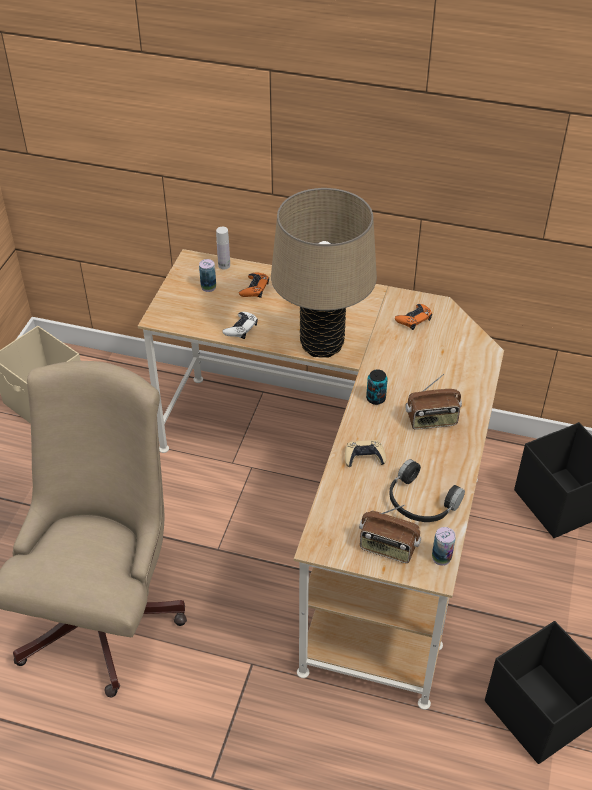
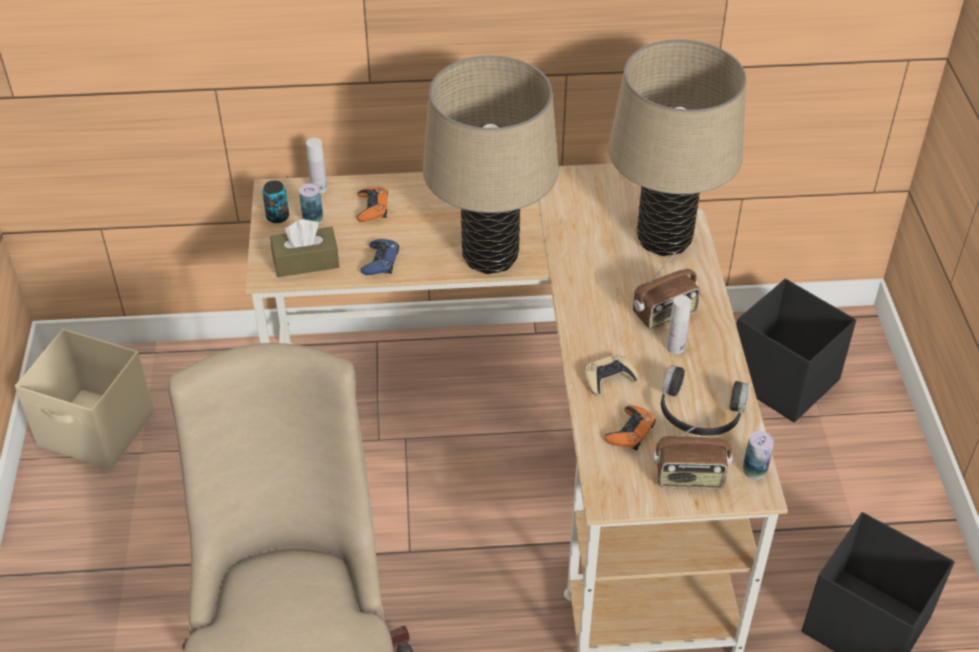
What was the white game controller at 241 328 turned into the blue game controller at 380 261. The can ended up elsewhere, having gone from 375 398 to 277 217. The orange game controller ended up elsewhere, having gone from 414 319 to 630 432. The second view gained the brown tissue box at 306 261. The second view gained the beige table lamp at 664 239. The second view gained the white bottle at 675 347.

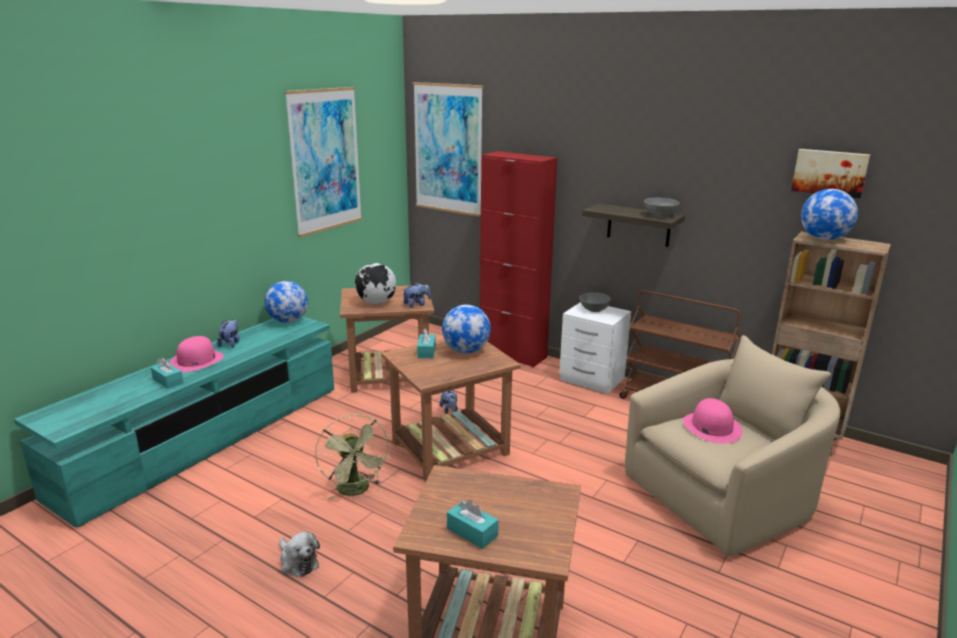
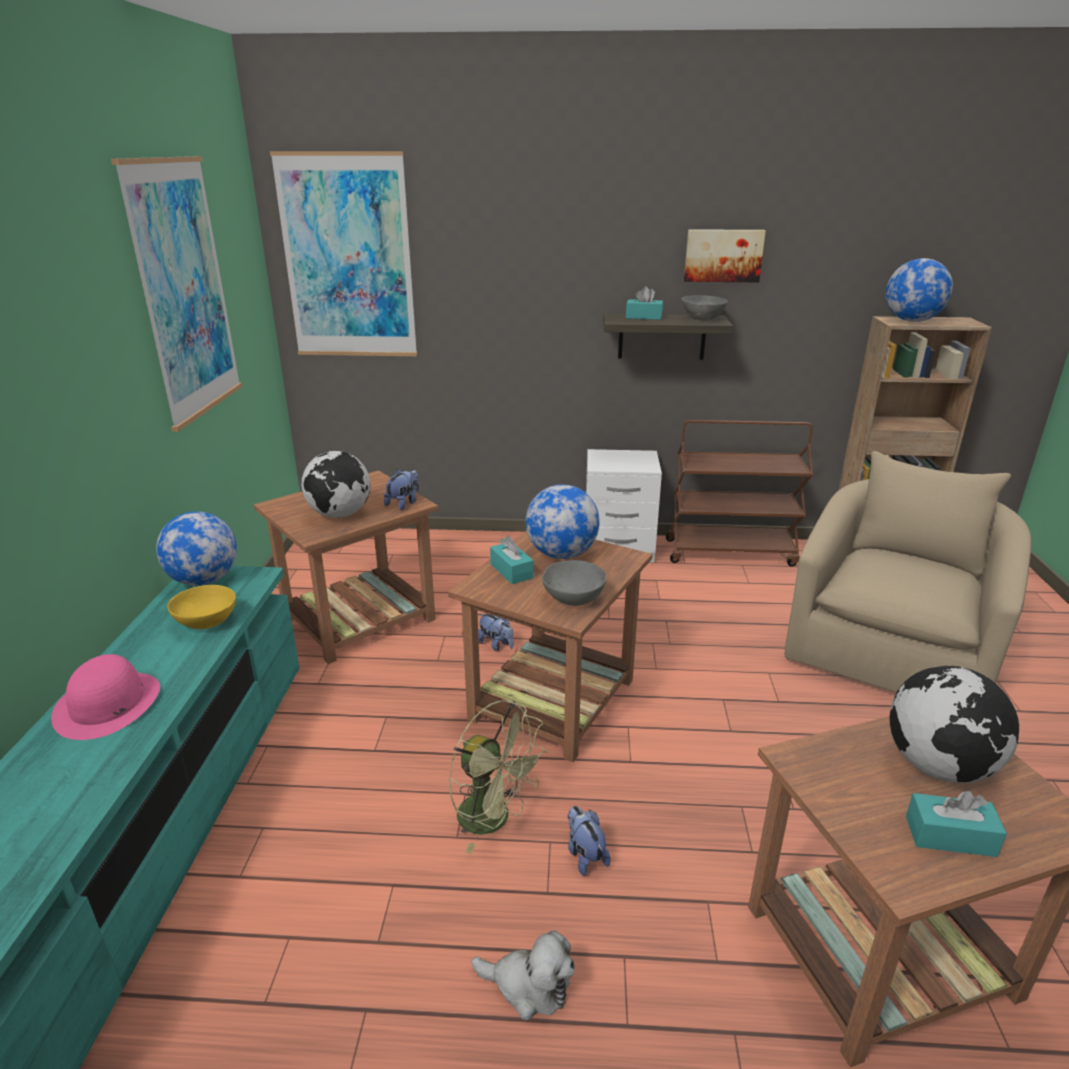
The turquoise tissue box ended up elsewhere, having gone from 168 381 to 643 317. The plush toy ended up elsewhere, having gone from 230 343 to 585 855. The second view lost the red cabinet at 512 354. The grey bowl ended up elsewhere, having gone from 594 309 to 573 598. The second view lost the pink hat at 711 427. The picture ended up elsewhere, having gone from 830 172 to 723 255. The second view gained the yellow bowl at 207 622. The second view gained the globe at 939 767.

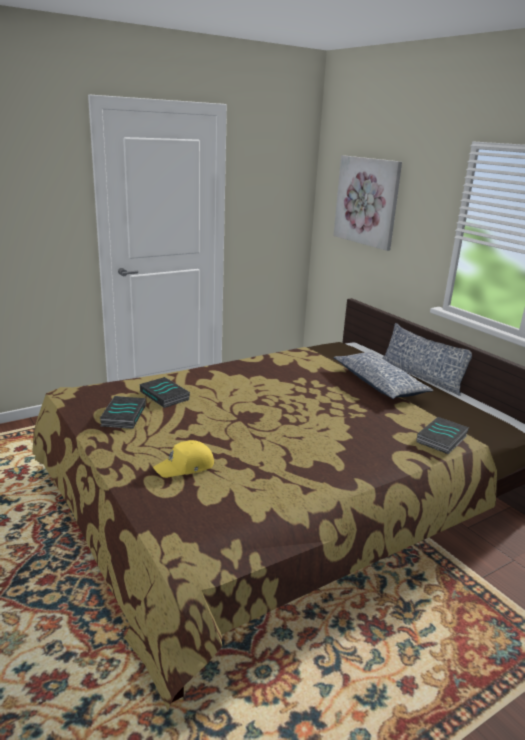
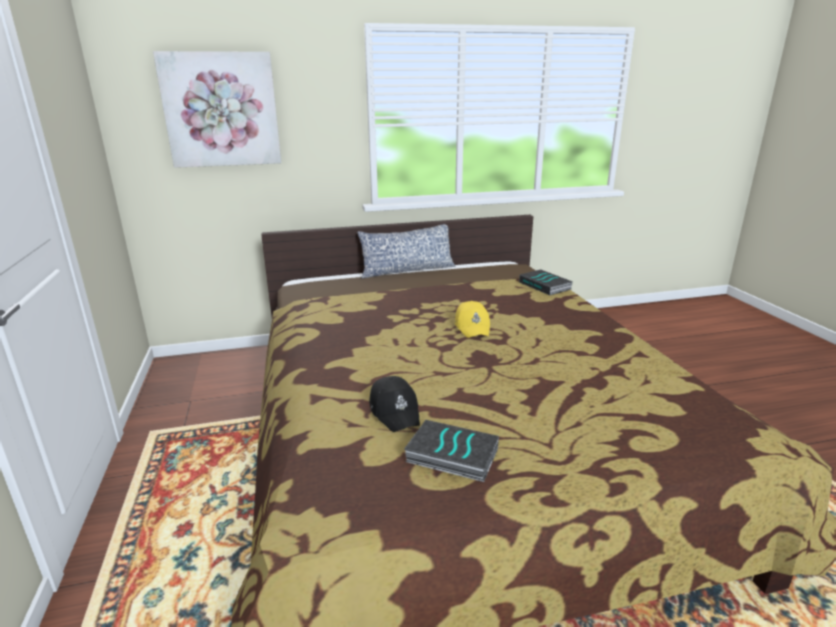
Where the book stood at 165 396, the black cap came to stand at 395 411. The yellow cap ended up elsewhere, having gone from 185 467 to 472 326. The second view lost the pillow at 379 384.

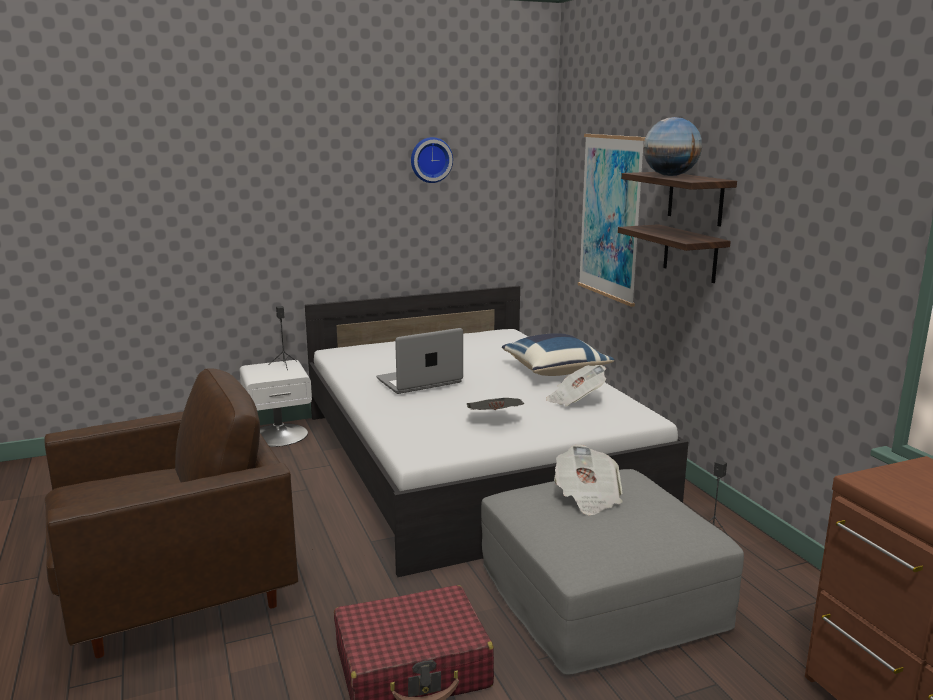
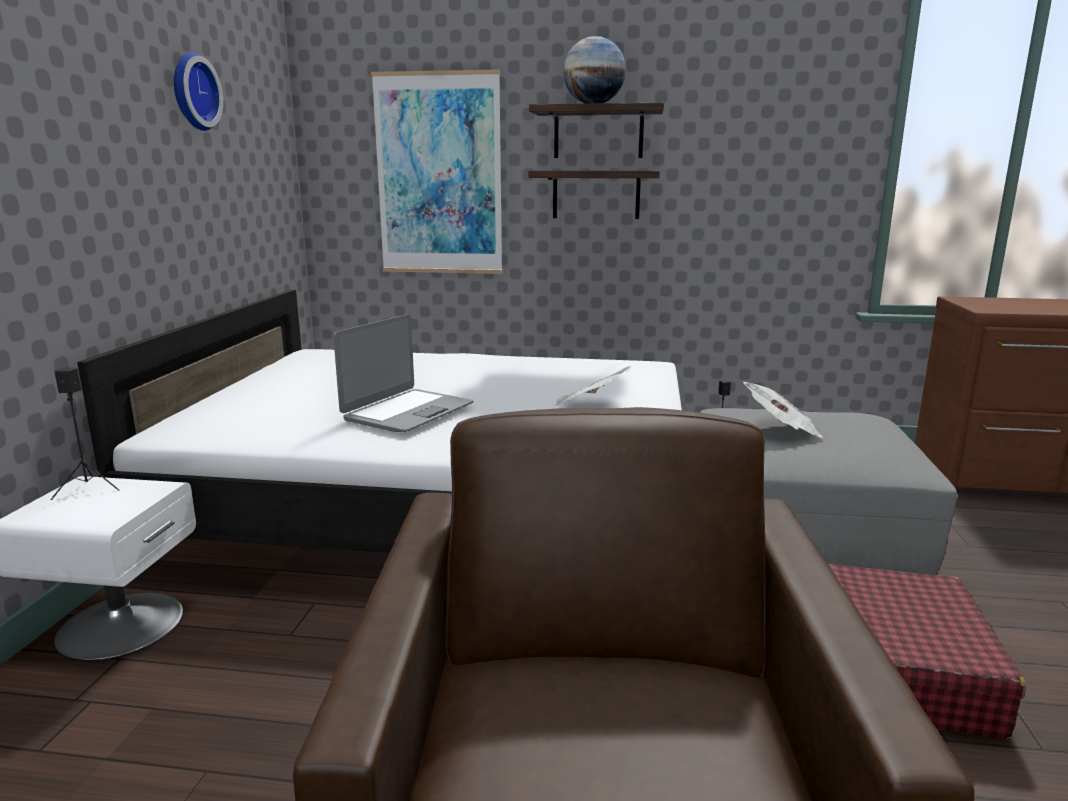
The laptop at 419 381 ended up facing another way, 150 degrees counterclockwise from before. The second view lost the blue pillow at 554 371. The second view lost the newspaper at 575 400.

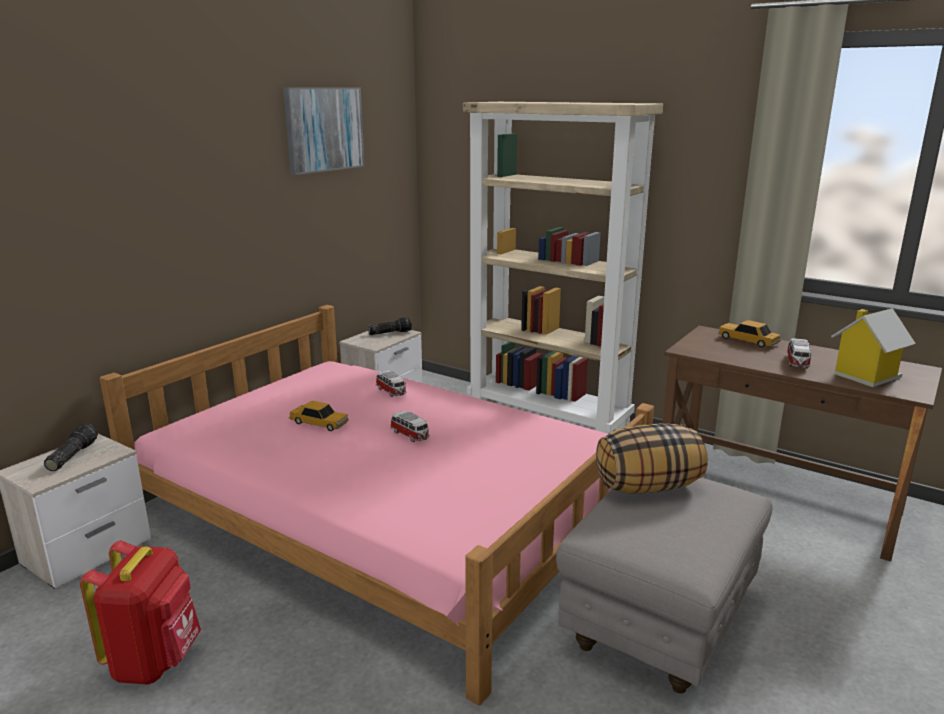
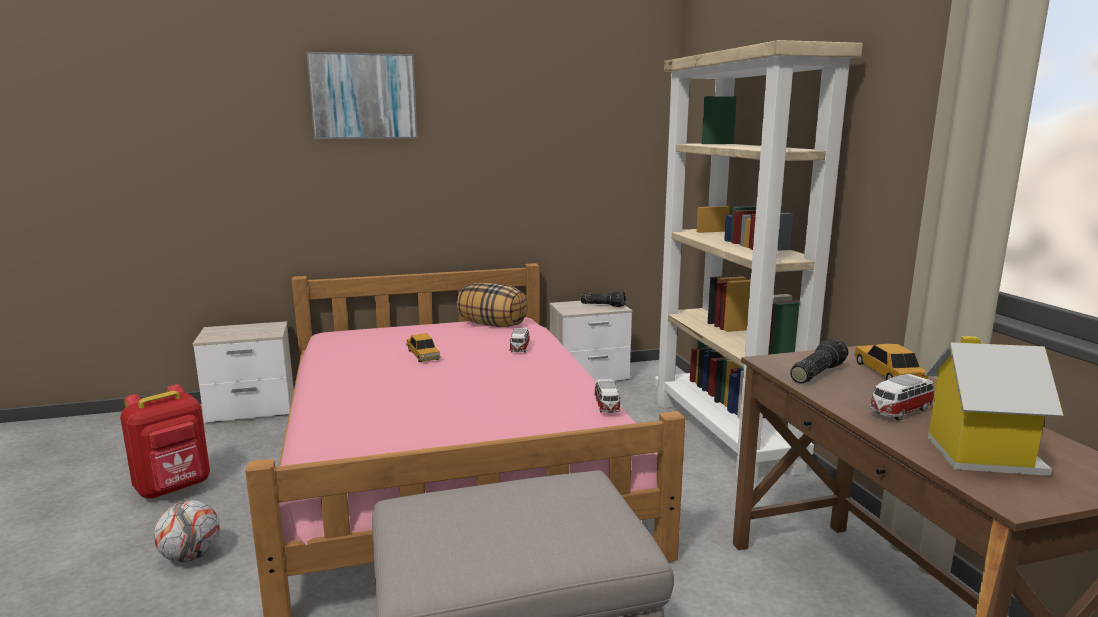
The flashlight ended up elsewhere, having gone from 71 456 to 816 373. The picture ended up elsewhere, having gone from 324 129 to 363 96. The toy car ended up elsewhere, having gone from 410 435 to 607 406. The pillow ended up elsewhere, having gone from 648 486 to 493 325. The second view gained the football at 191 556.

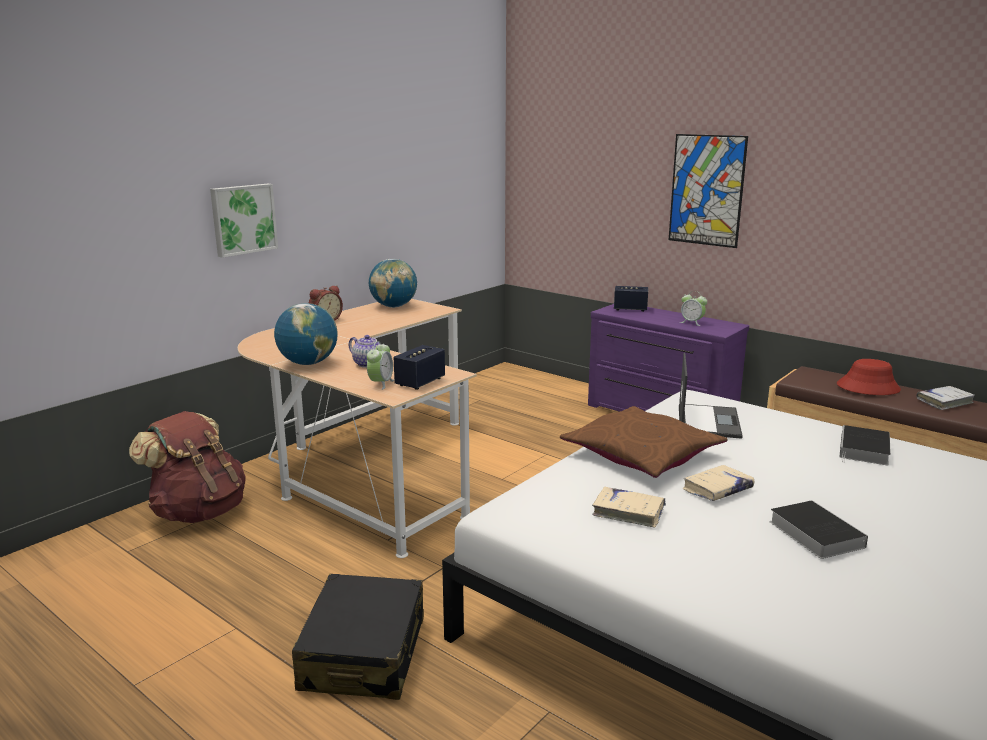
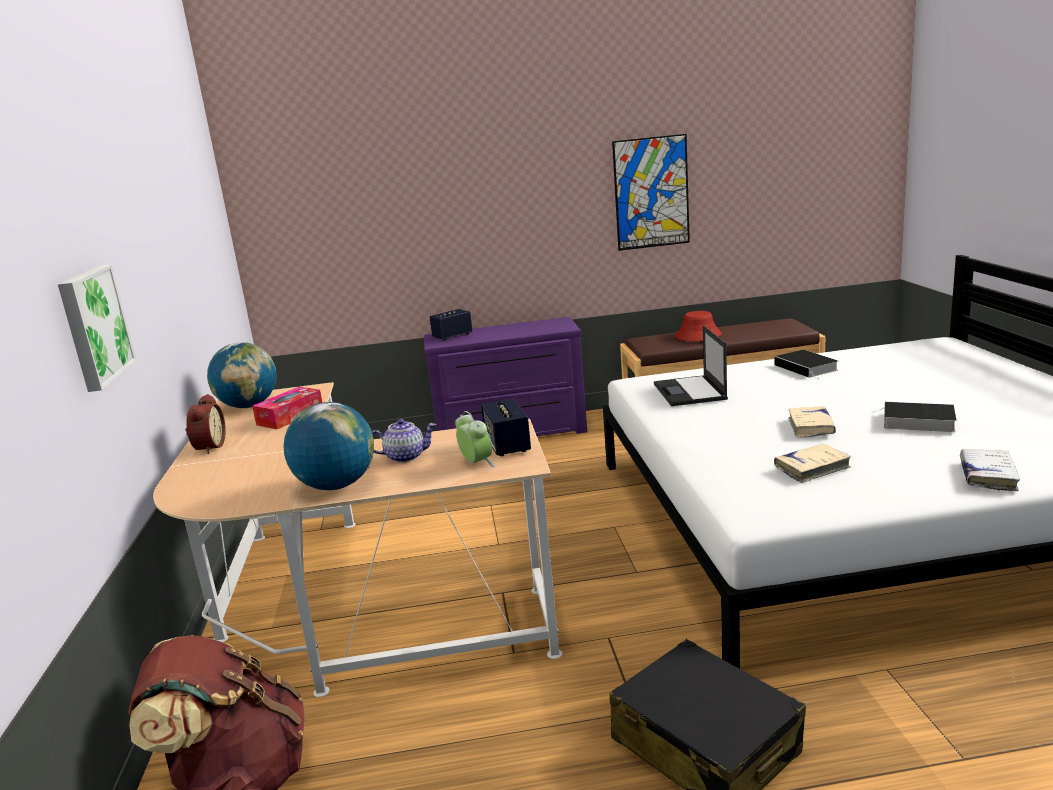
The second view lost the brown pillow at 642 455. The picture ended up elsewhere, having gone from 706 190 to 651 193. The laptop at 708 421 ended up facing another way, 150 degrees counterclockwise from before. The second view lost the alarm clock at 692 322. The white book ended up elsewhere, having gone from 944 402 to 987 476. The second view gained the tissue box at 290 416.

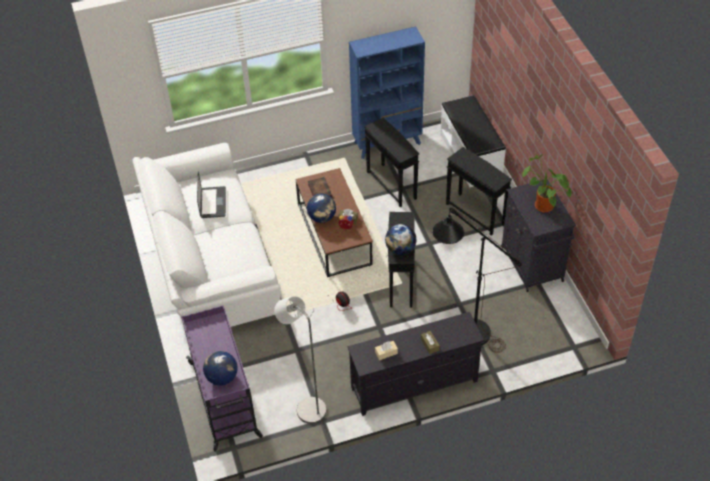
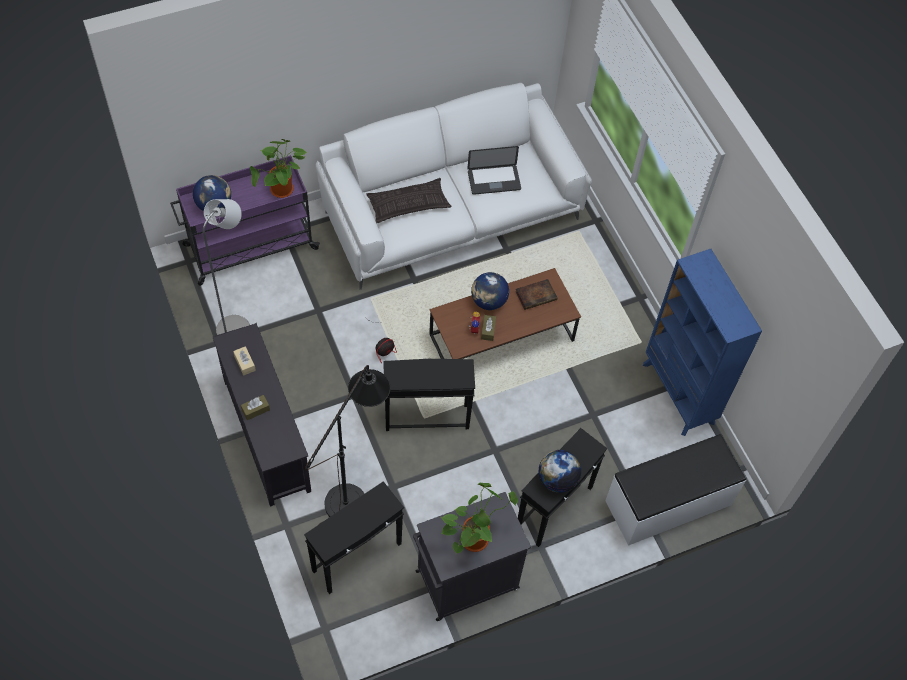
The black side table ended up elsewhere, having gone from 391 185 to 357 557. The globe ended up elsewhere, having gone from 400 249 to 557 479. The second view gained the potted plant at 282 192. The second view gained the pillow at 408 204.

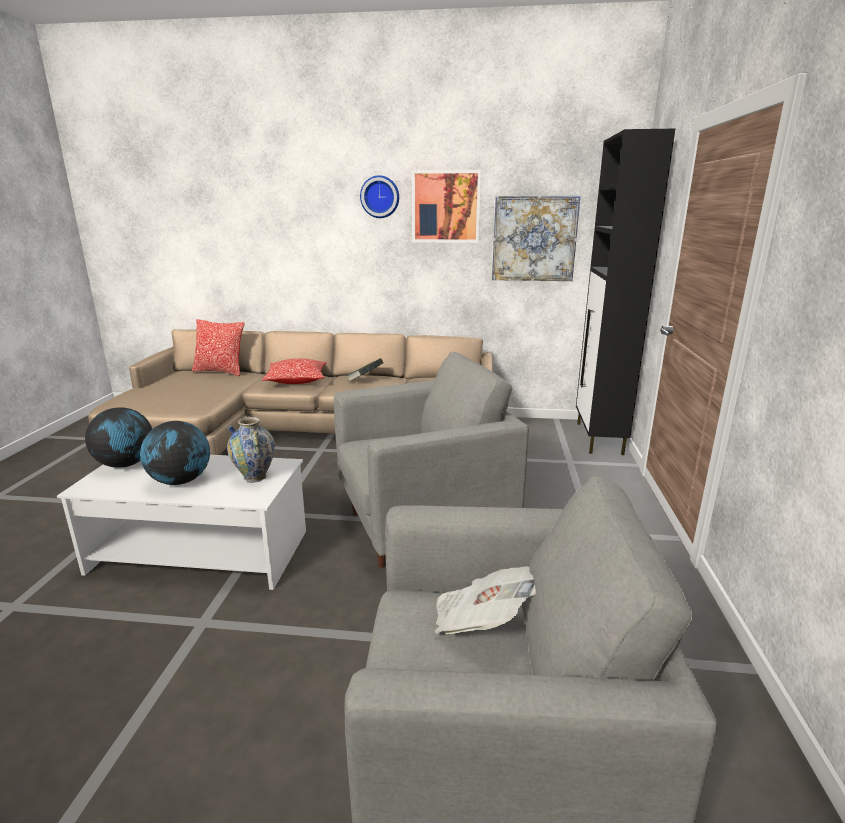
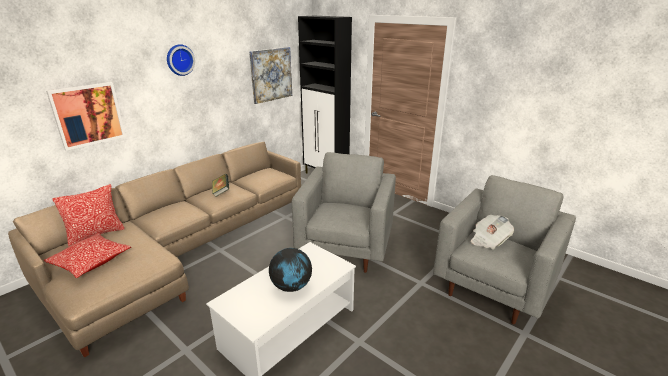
The second view lost the globe at 126 464. The second view lost the vase at 255 477. The pillow ended up elsewhere, having gone from 296 380 to 91 262. The picture ended up elsewhere, having gone from 446 207 to 88 115.

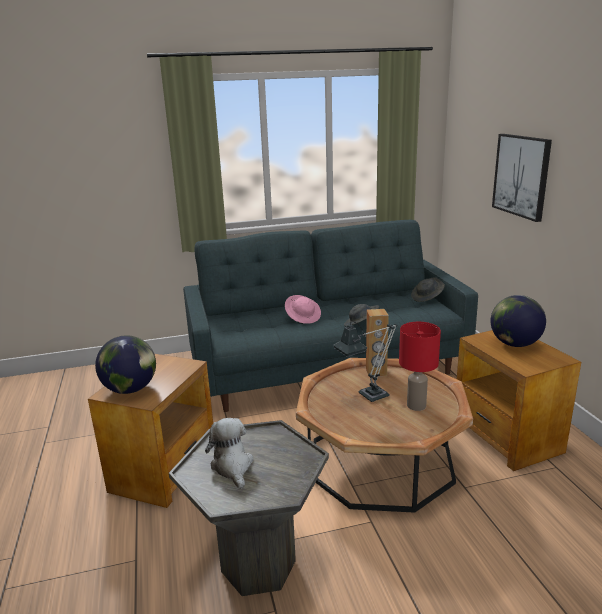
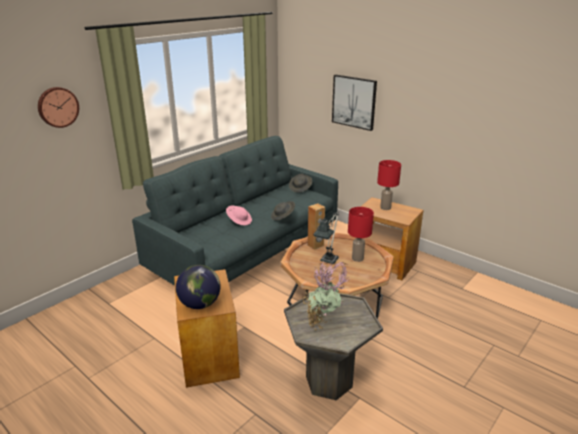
Where the plush toy stood at 232 466, the potted plant came to stand at 323 324. Where the globe stood at 514 344, the red table lamp came to stand at 385 207. The second view gained the wall clock at 57 107.

